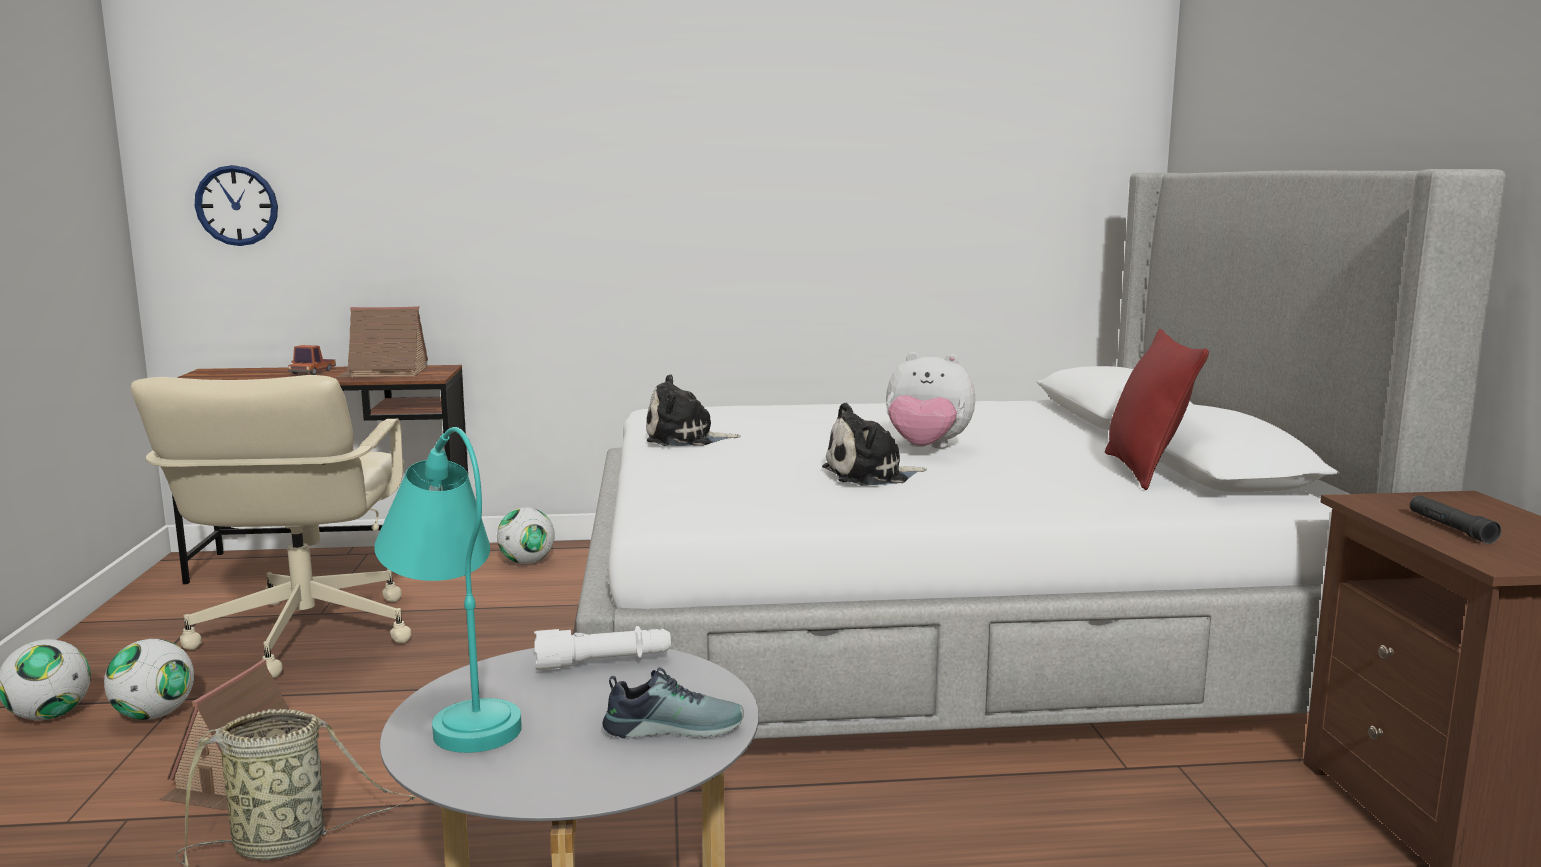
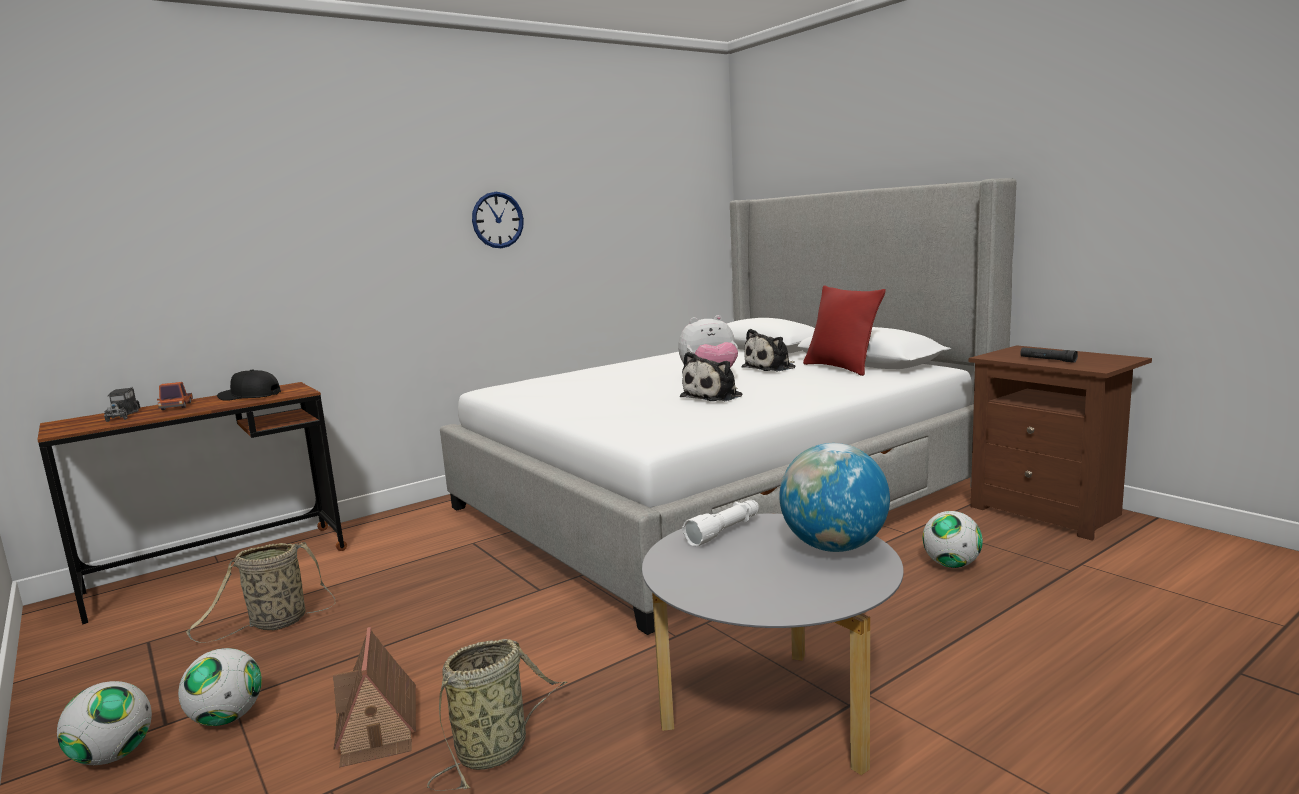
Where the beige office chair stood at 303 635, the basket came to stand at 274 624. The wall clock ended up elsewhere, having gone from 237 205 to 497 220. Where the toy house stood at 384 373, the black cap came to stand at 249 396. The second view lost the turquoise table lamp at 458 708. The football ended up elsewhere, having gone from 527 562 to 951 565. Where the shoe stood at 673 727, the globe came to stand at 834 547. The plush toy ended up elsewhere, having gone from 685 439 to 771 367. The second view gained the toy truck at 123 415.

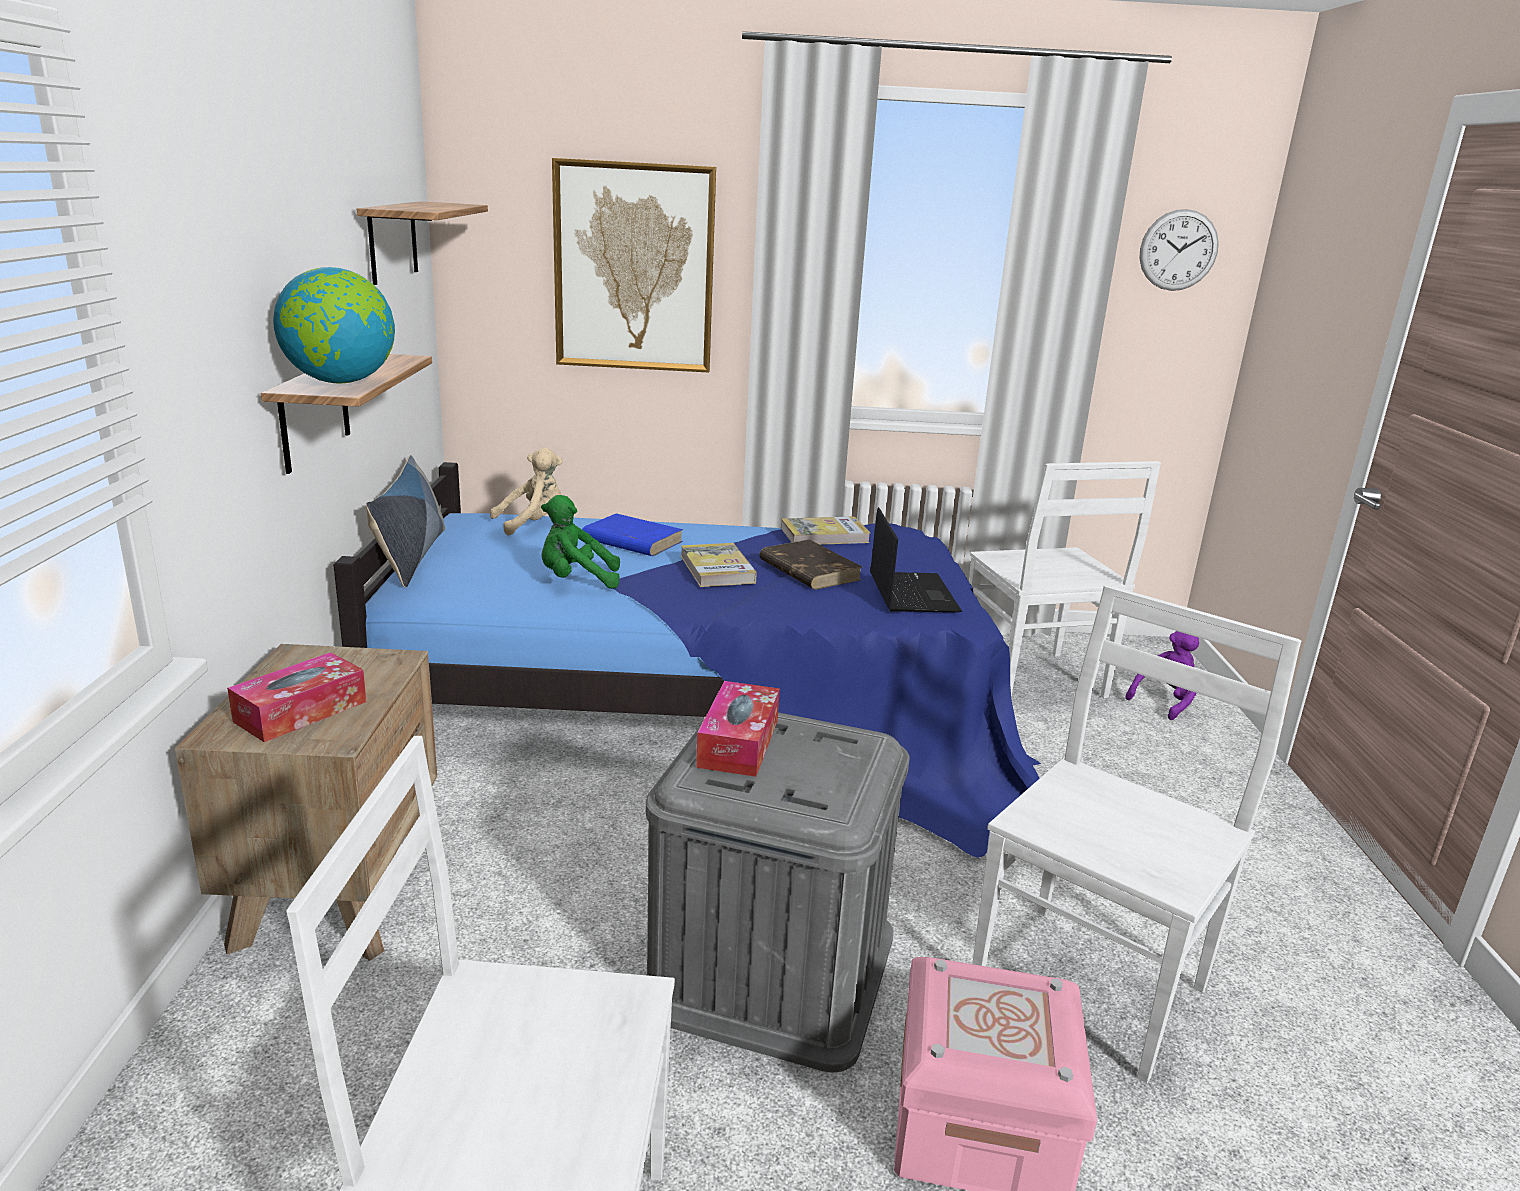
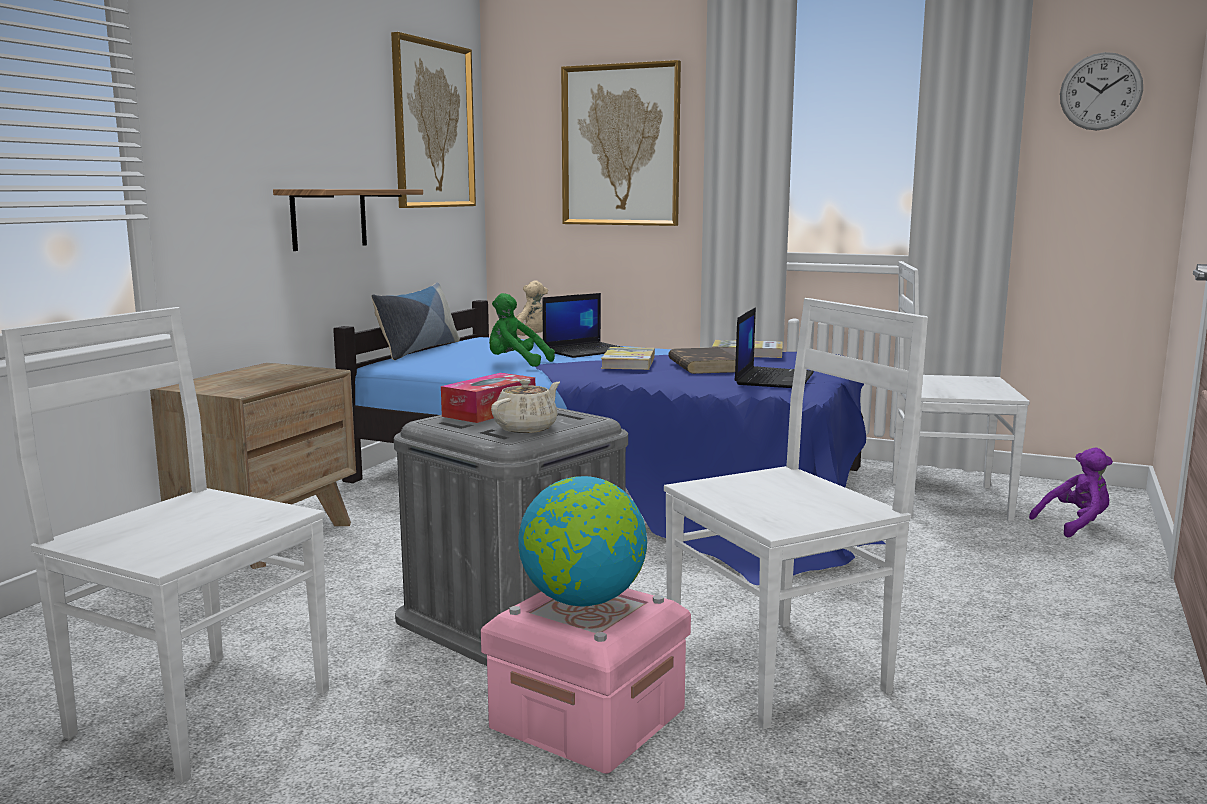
The second view lost the tissue box at 301 711. The globe ended up elsewhere, having gone from 340 382 to 582 601. Where the shelf hung at 392 241, the picture came to hang at 433 125. Where the blue book stood at 631 540, the laptop came to stand at 586 351. The white chair at 1034 681 ended up facing another way, 90 degrees clockwise from before. The second view gained the beige teapot at 527 428.

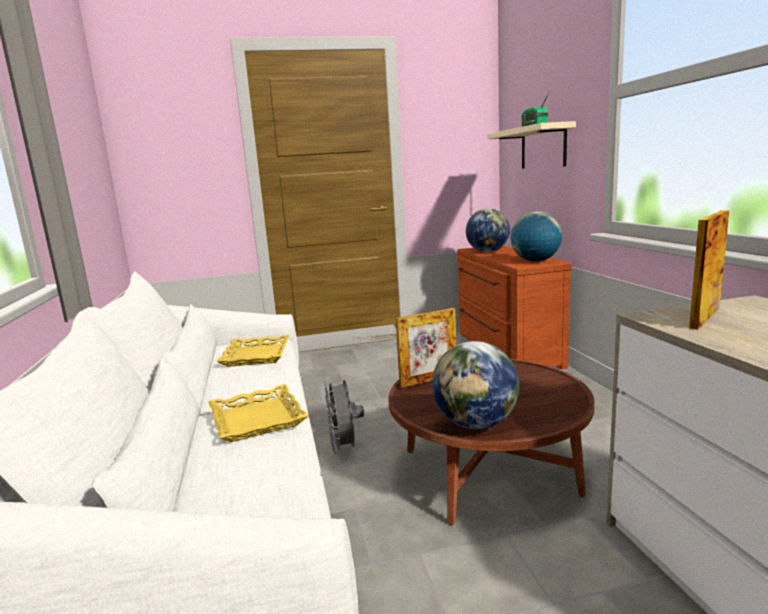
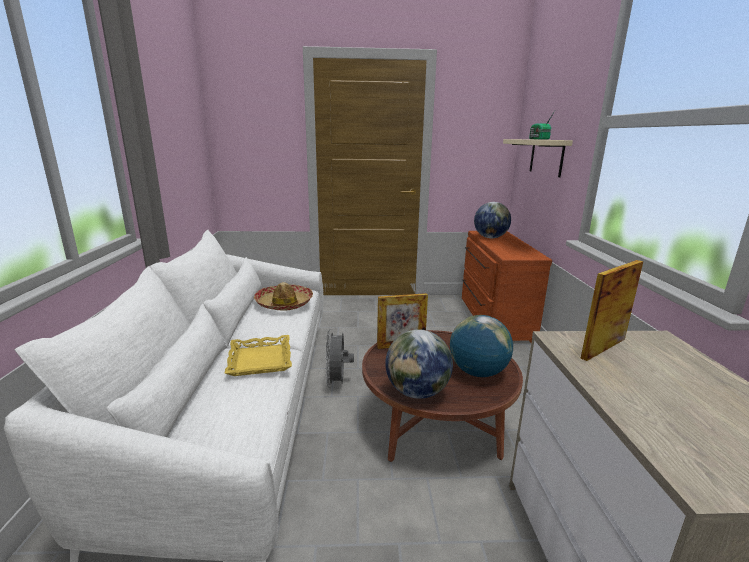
Where the yellow tray stood at 257 356, the hat came to stand at 284 303. The globe ended up elsewhere, having gone from 535 261 to 477 372.

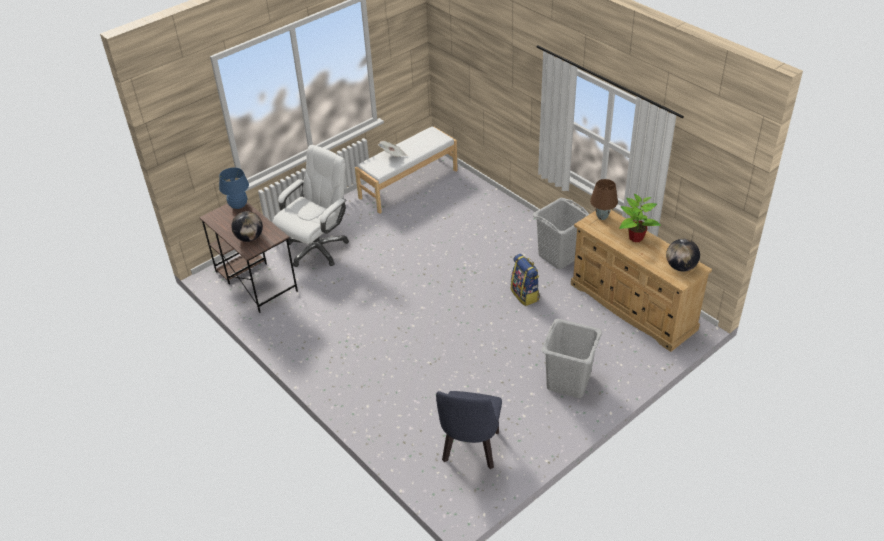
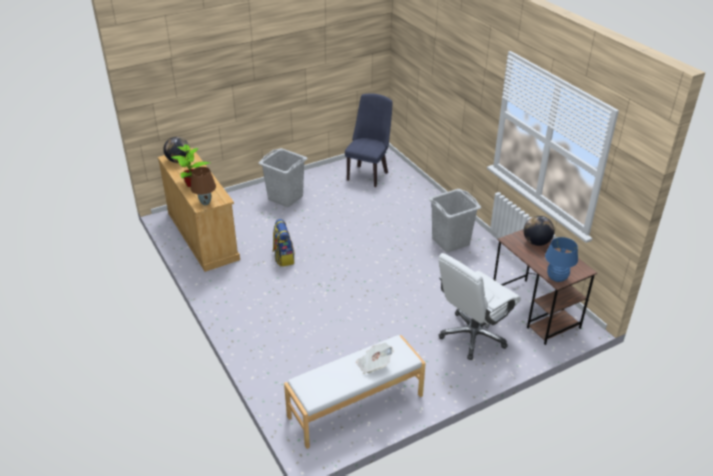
The grey laundry basket ended up elsewhere, having gone from 559 256 to 451 242.

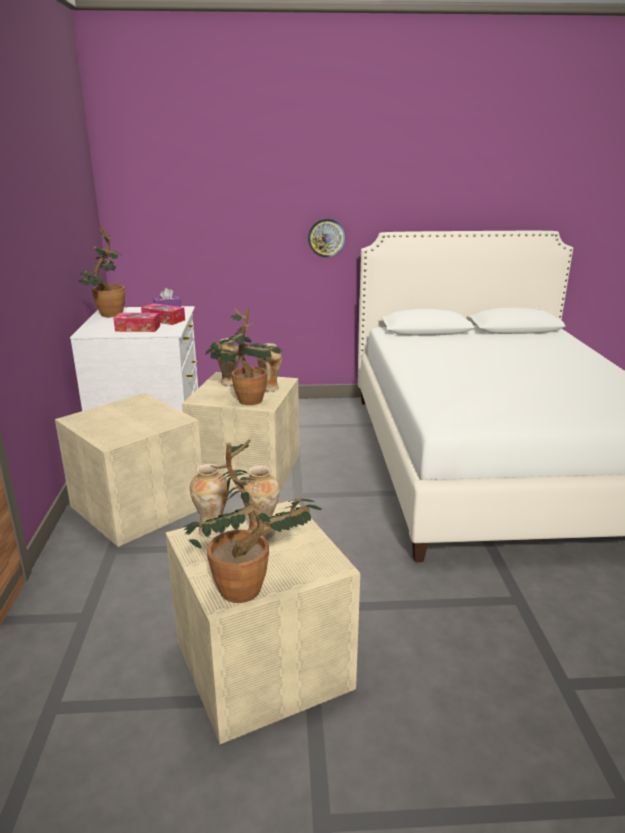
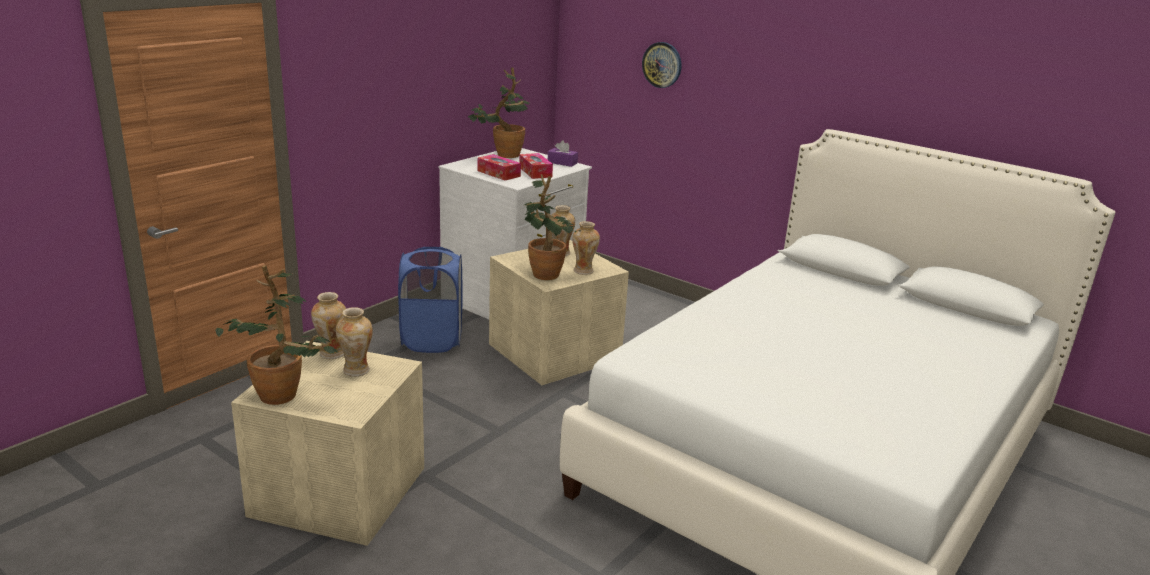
Where the beige storage box stood at 138 505, the blue laundry basket came to stand at 432 340. The wall clock ended up elsewhere, having gone from 326 238 to 662 64.

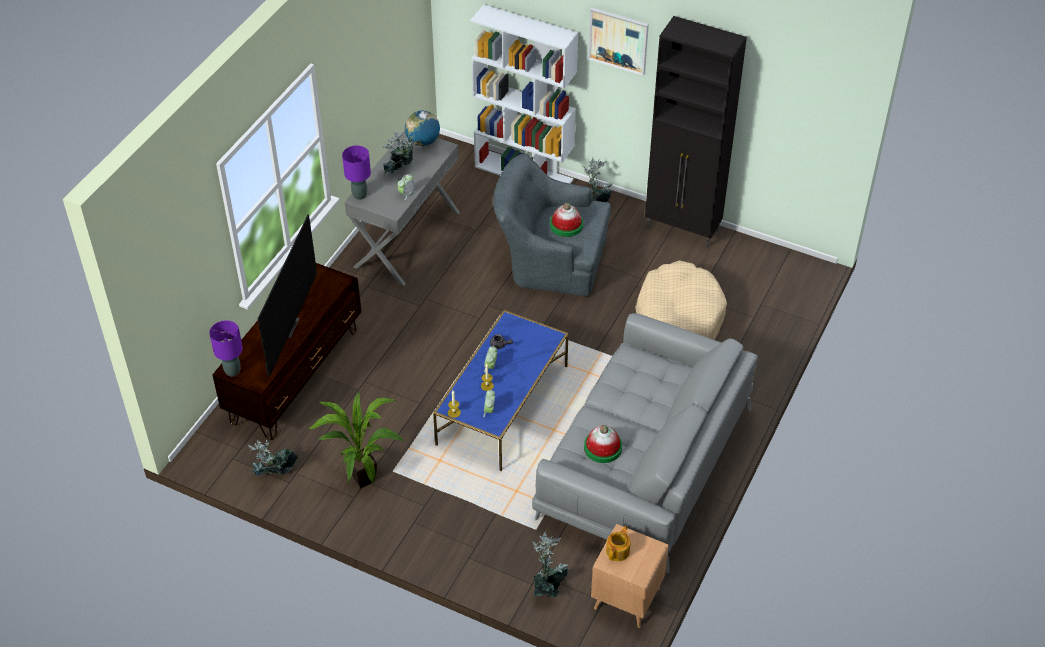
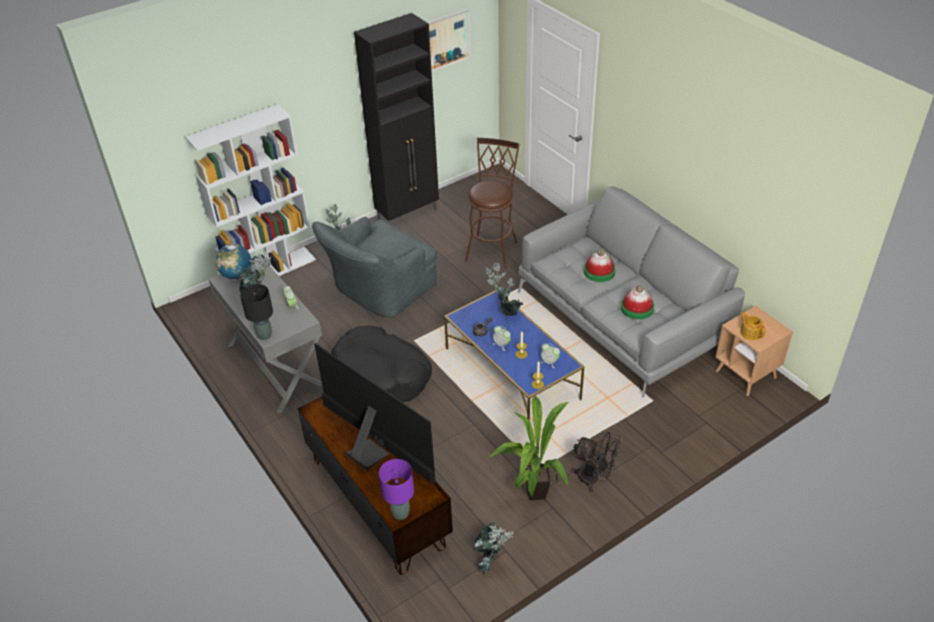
What was the purple table lamp at 360 195 turned into the black table lamp at 264 335. The potted plant ended up elsewhere, having gone from 548 588 to 505 312. The hat ended up elsewhere, having gone from 566 225 to 599 271. The picture ended up elsewhere, having gone from 618 40 to 447 40. Where the beige dog bed stood at 679 318, the brown stool came to stand at 493 248. The second view gained the black dog bed at 382 375. The second view gained the black fan at 594 479.

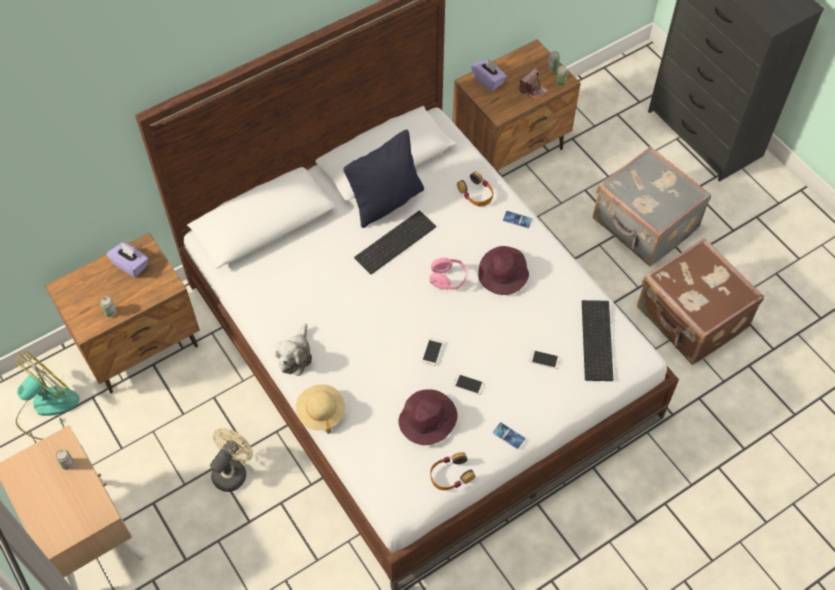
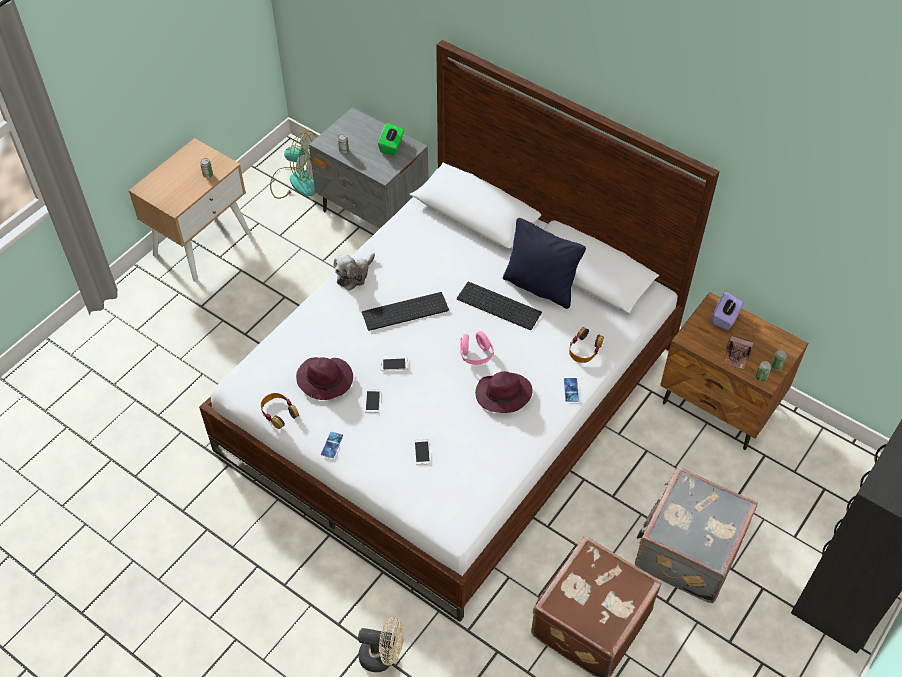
What was the brown nightstand at 140 345 turned into the grey nightstand at 373 213. What was the purple tissue box at 131 265 turned into the green tissue box at 391 146. The beige fan ended up elsewhere, having gone from 232 471 to 383 656. The plush toy at 295 355 ended up facing another way, 45 degrees counterclockwise from before. The second view lost the beige hat at 321 412. The keyboard ended up elsewhere, having gone from 598 341 to 405 313.

